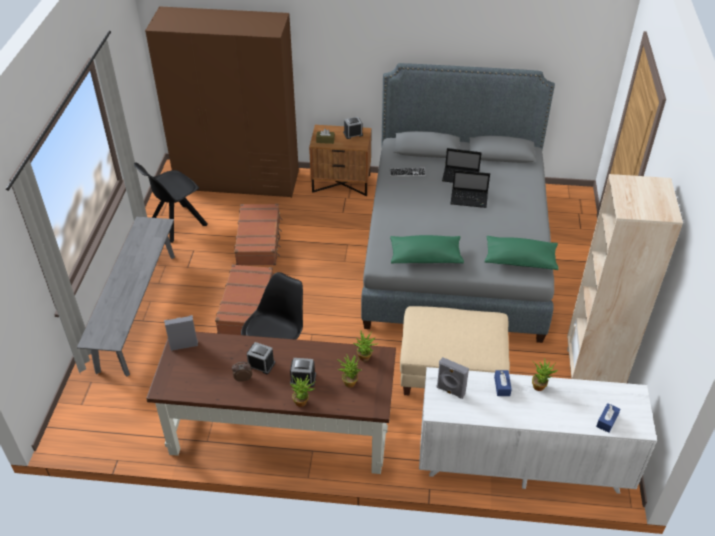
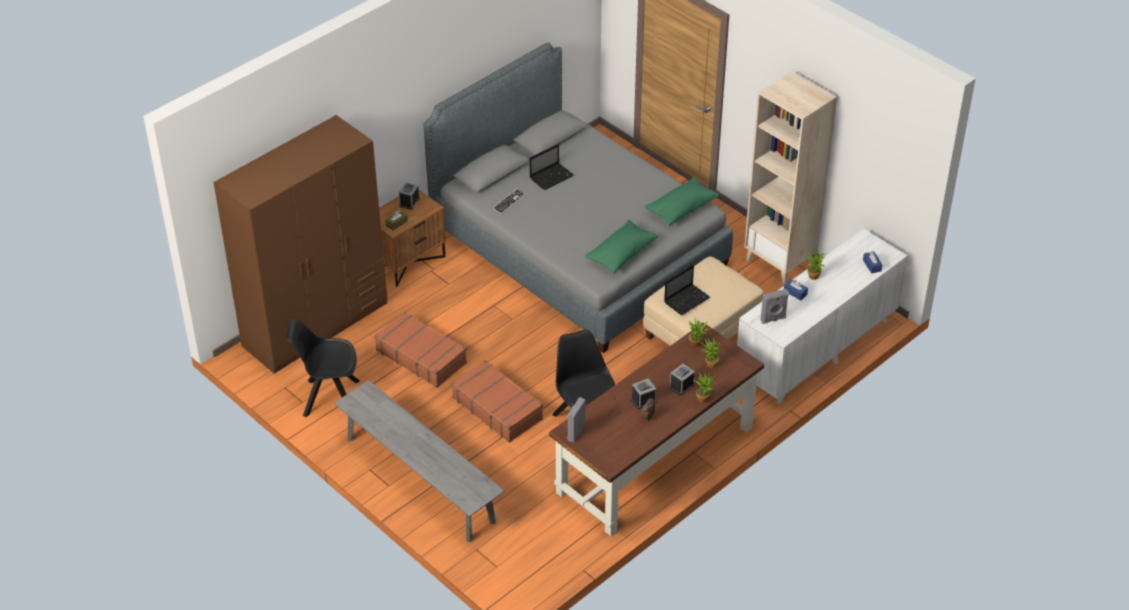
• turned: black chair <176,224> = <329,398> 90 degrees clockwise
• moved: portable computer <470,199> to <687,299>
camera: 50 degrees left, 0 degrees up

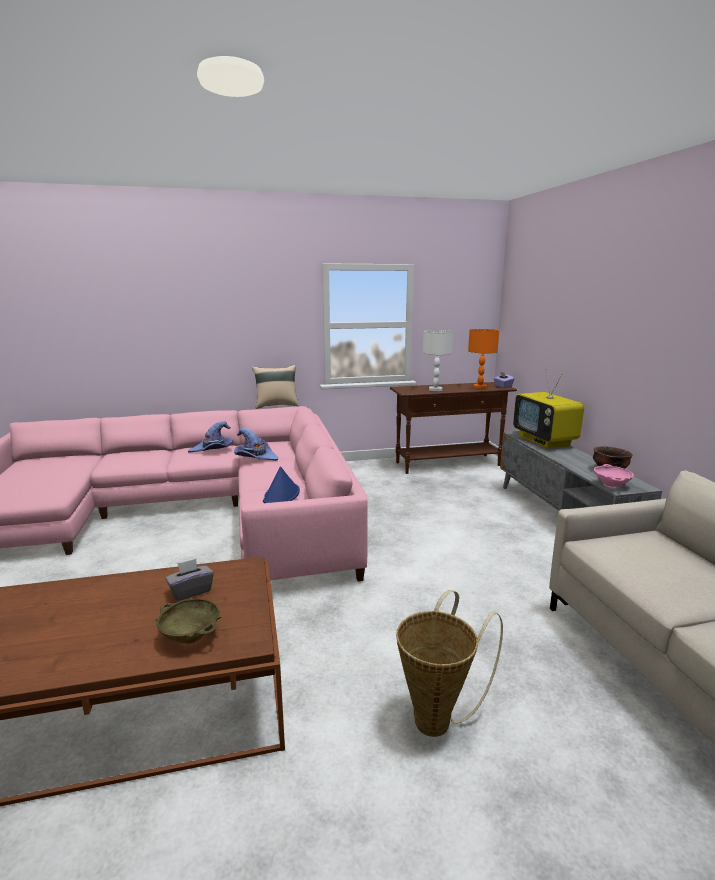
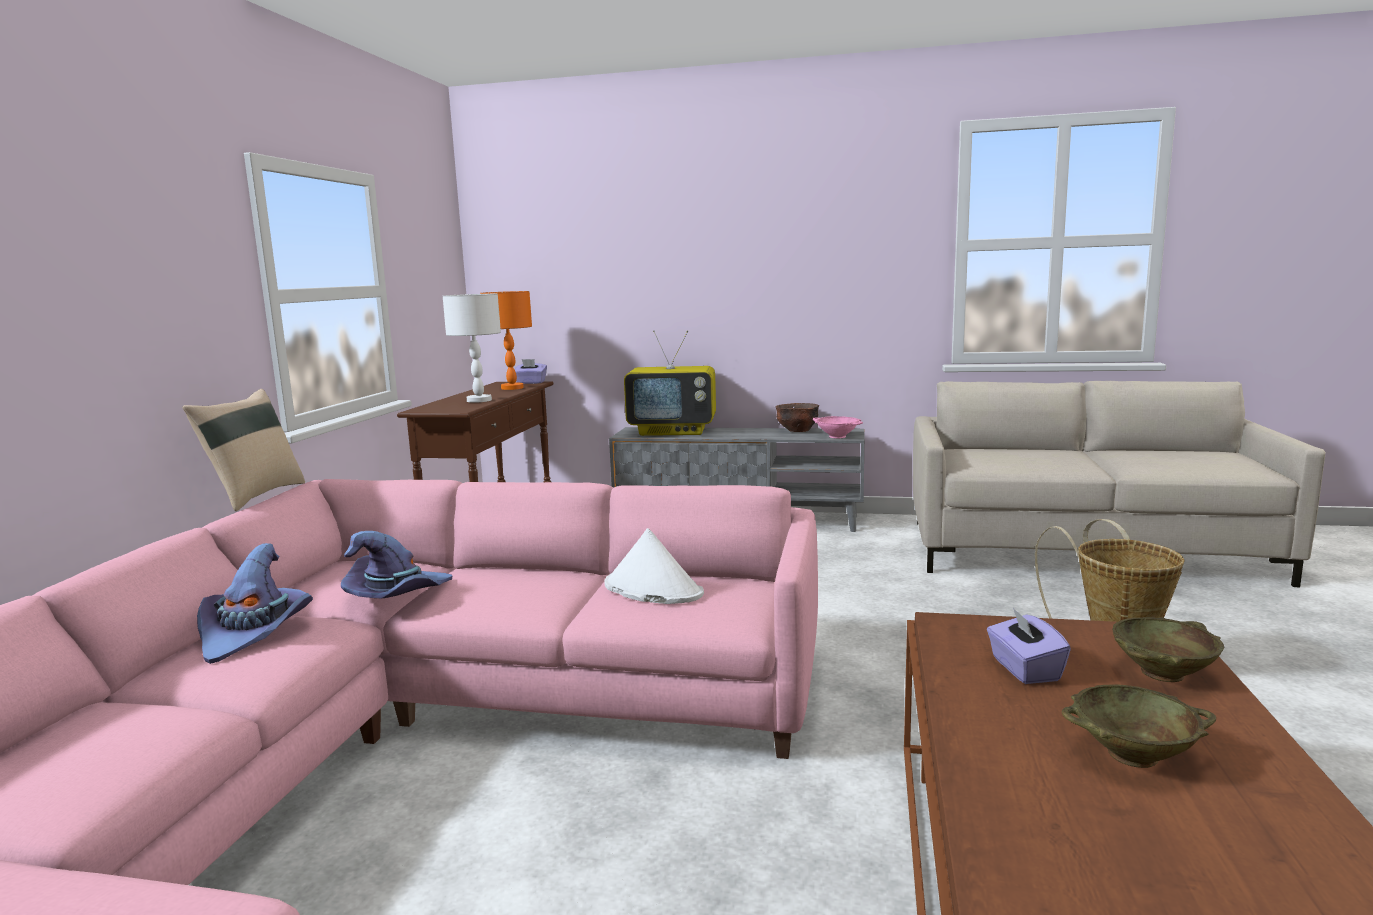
• recoloured: blue hat <281,496> to white-coloured hat <652,589>
• recoloured: grey tissue holder <191,591> to purple-coloured tissue holder <1024,669>
• added: sand-coloured deep dish <1133,755>
camera: 65 degrees left, 5 degrees down

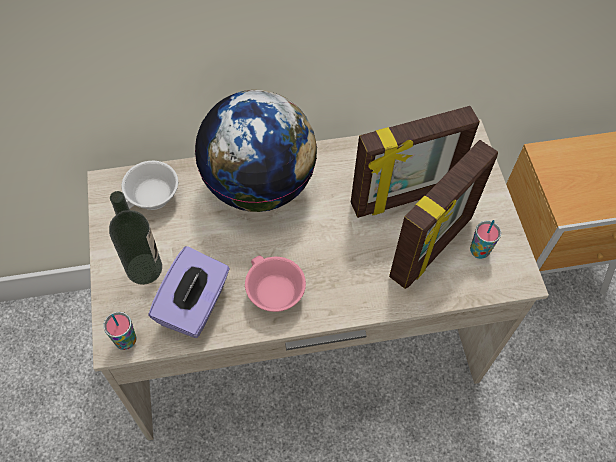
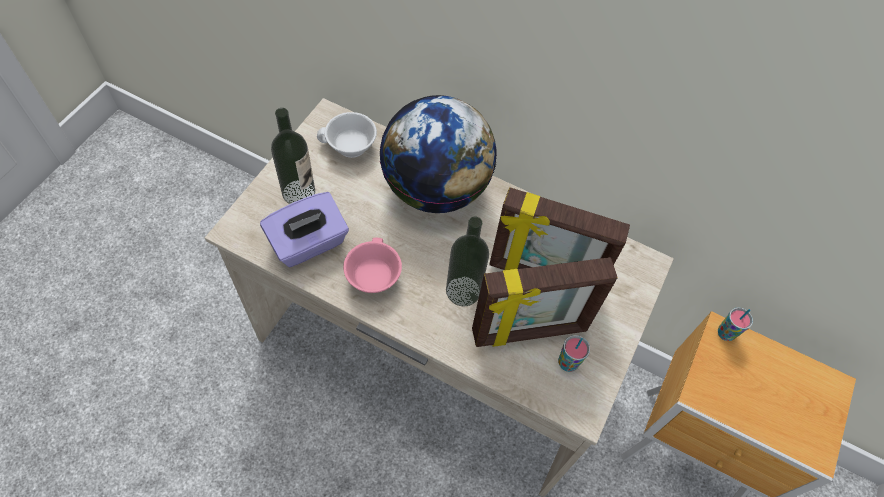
• moved: drinking cup <126,341> to <725,333>
• added: drink bottle <463,291>
camera: 35 degrees right, 0 degrees up

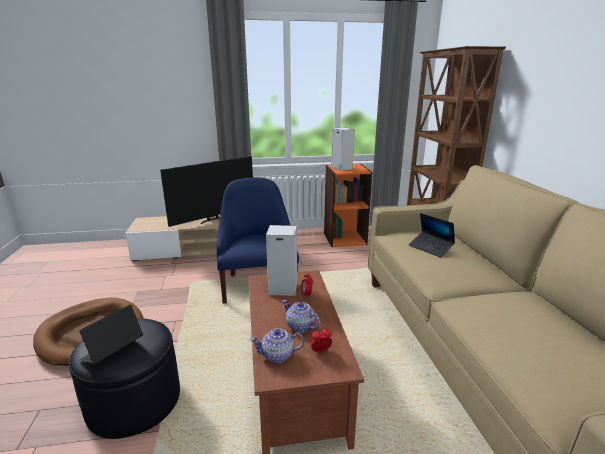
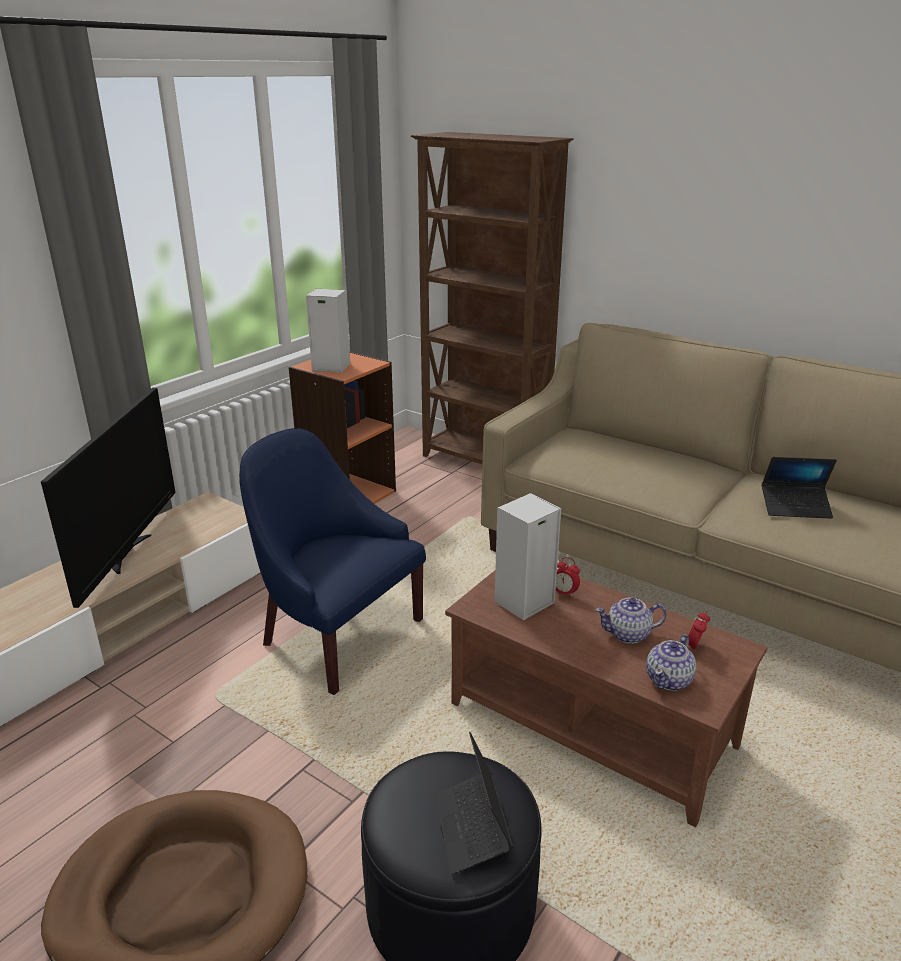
• moved: portable computer <430,248> to <795,507>
camera: 45 degrees left, 5 degrees up

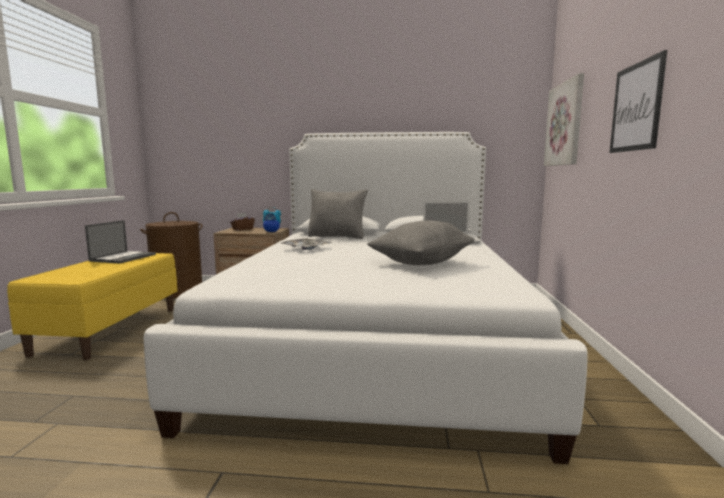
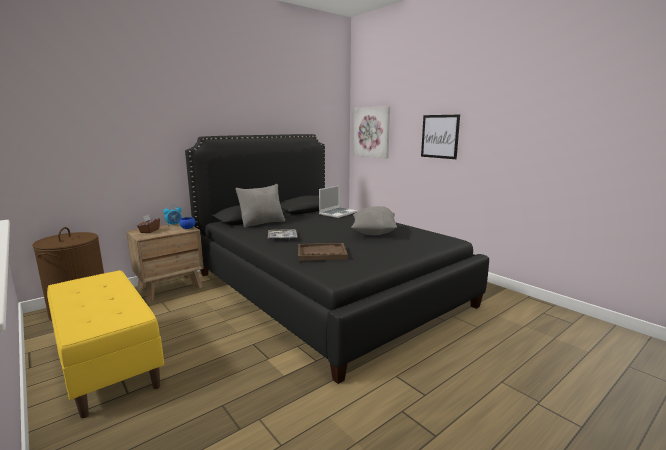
• recoloured: white-coloured sleeping bed <374,339> to black sleeping bed <325,289>
• removed: portable computer <123,257>
• added: brownish serving tray <321,253>
camera: 45 degrees left, 5 degrees up

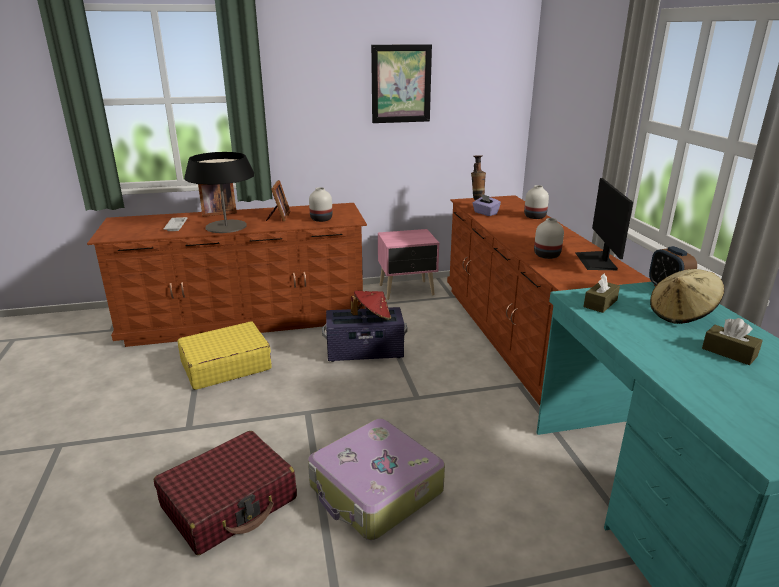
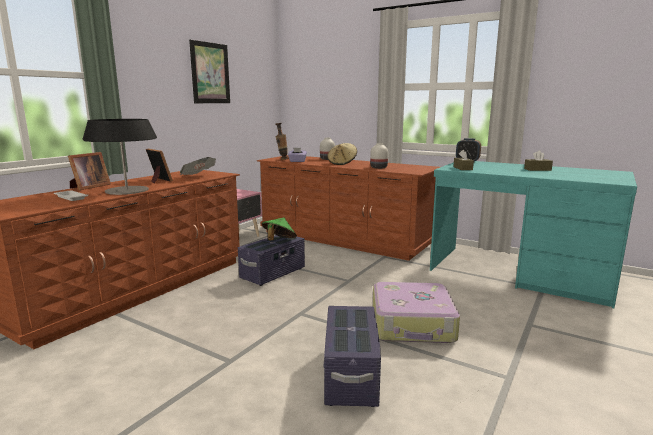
• removed: computer screen <597,261>
• replaced: white-coloured vase <321,219> to newspaper <198,176>
• moved: sand-coloured hat <681,314> to <342,163>
• recoloured: reddish hat <372,318> to greenish hat <279,241>
• removed: yellow piece of luggage <225,366>
• replaced: reddish piece of luggage <230,503> to purple-coloured storage container <351,375>
camera: 45 degrees left, 10 degrees down

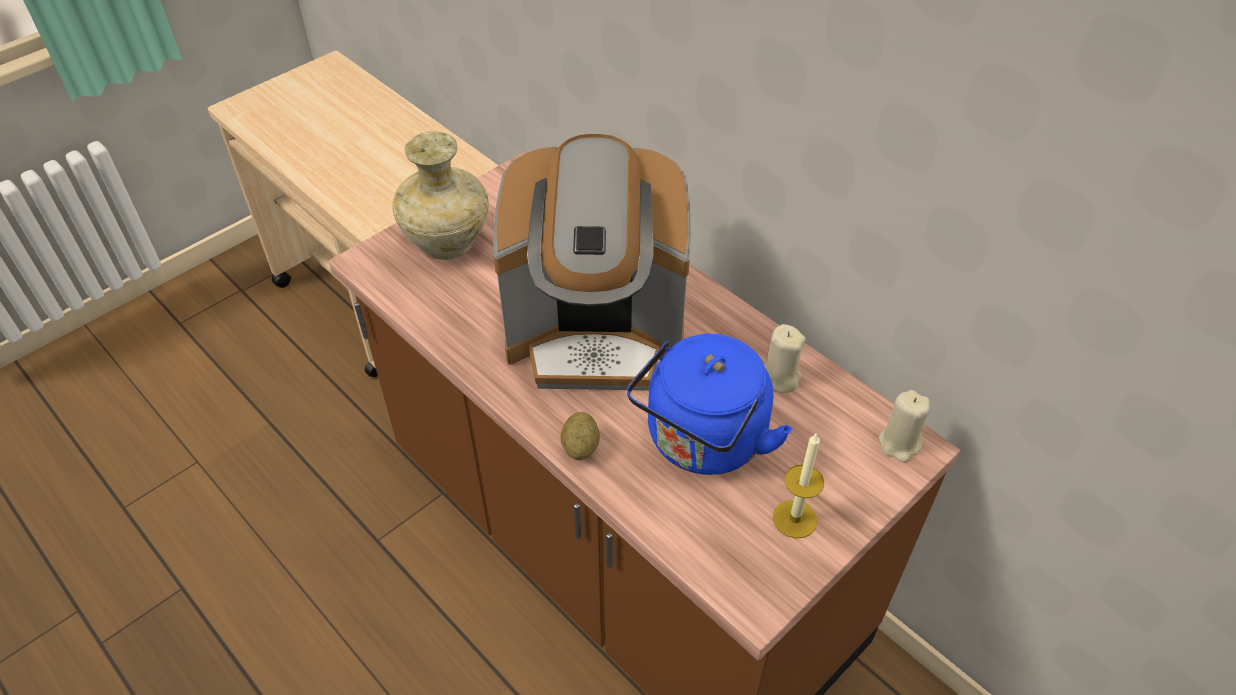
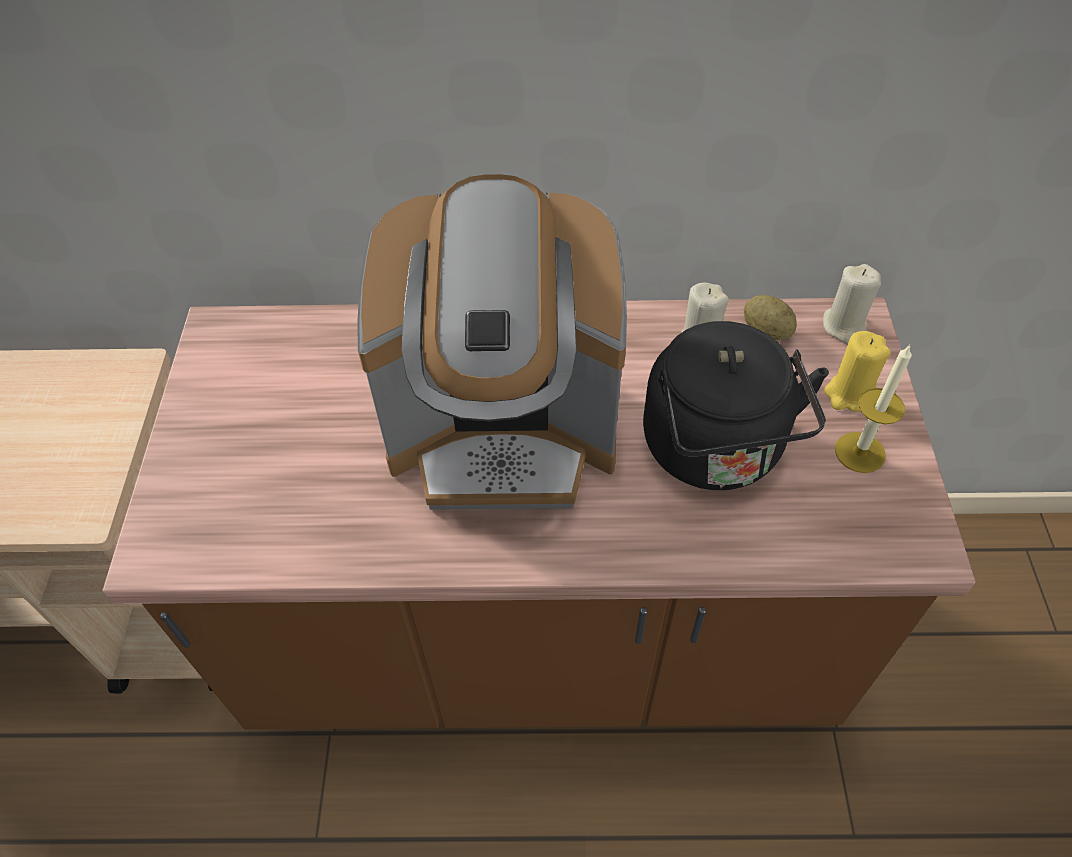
• removed: sand-coloured vase <446,243>
• turned: coffee brewer <596,335> = <504,433> 45 degrees clockwise
• recoloured: blue tea kettle <702,443> to black tea kettle <716,452>
• moved: potato <580,447> to <766,331>
• added: yellow wax light <849,394>
camera: 45 degrees left, 5 degrees up

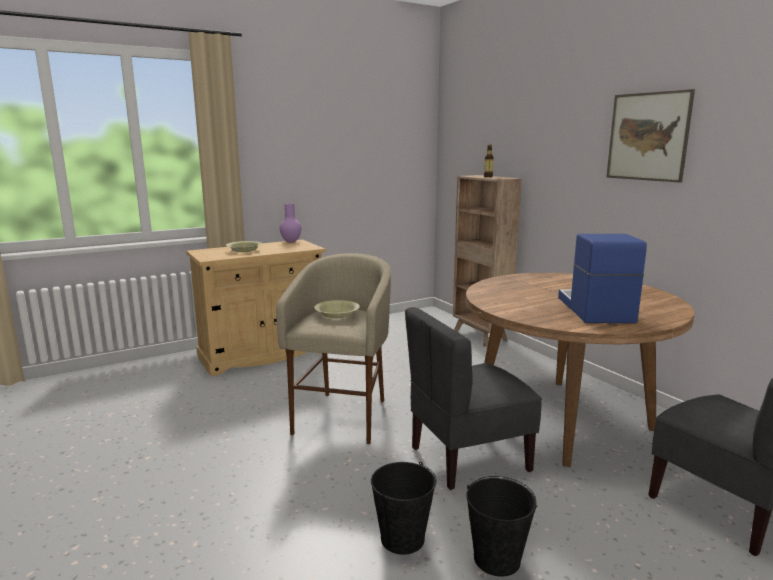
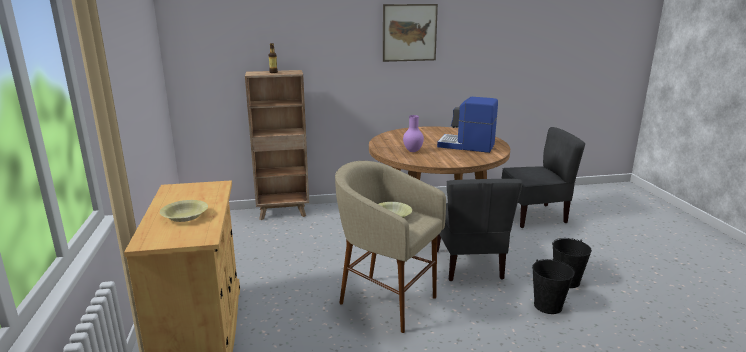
• moved: purple-coloured vase <291,242> to <412,151>
camera: 70 degrees left, 5 degrees up

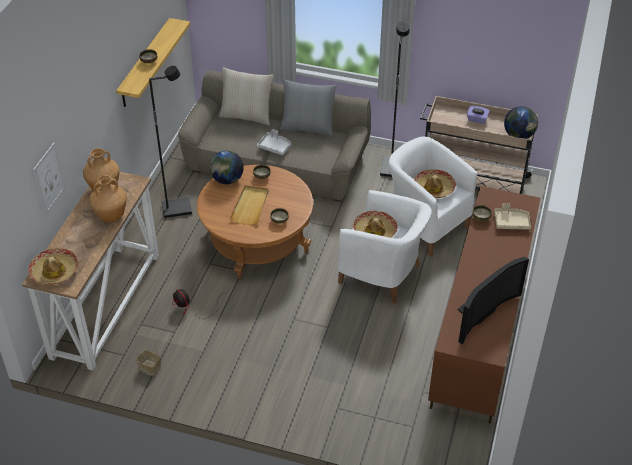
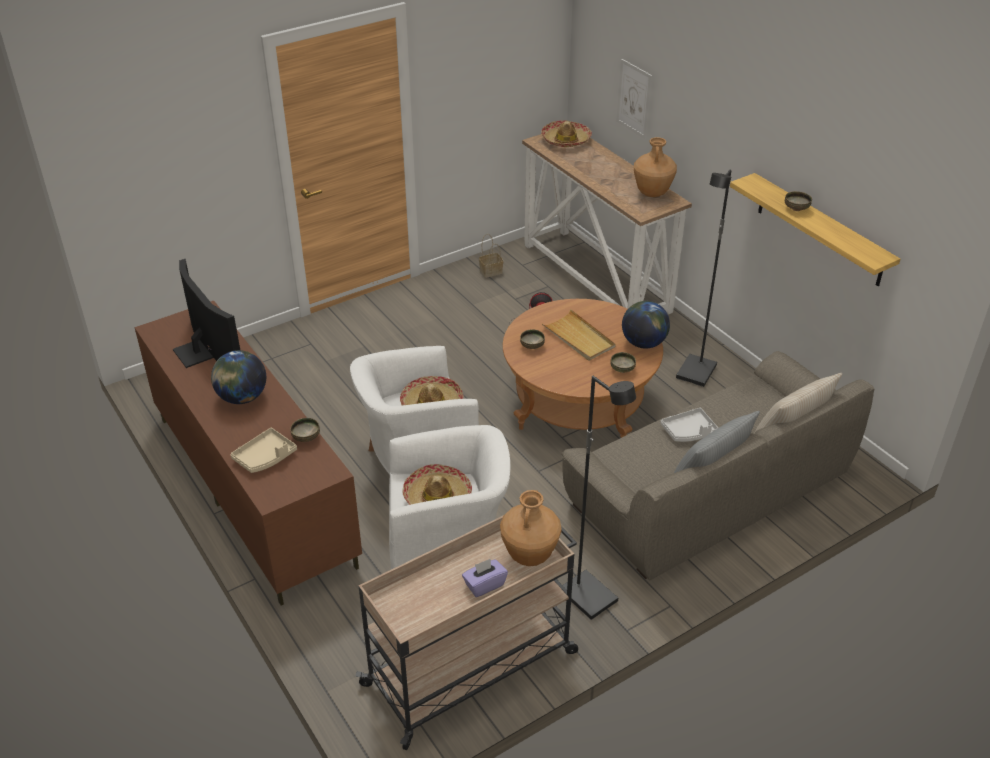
• moved: world globe <519,136> to <242,397>
• moved: brownish vase <111,216> to <529,556>
• turned: television <480,313> = <202,351> 150 degrees clockwise
camera: 130 degrees right, 5 degrees down

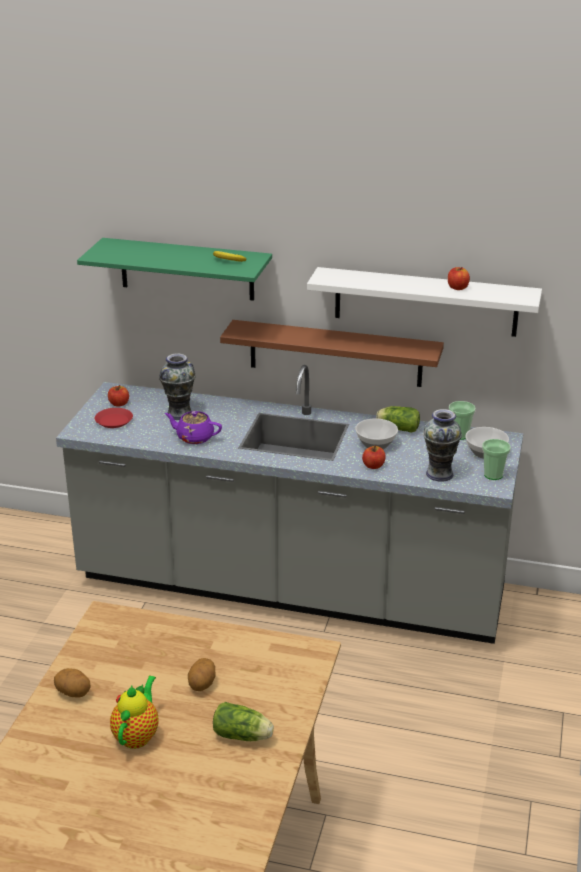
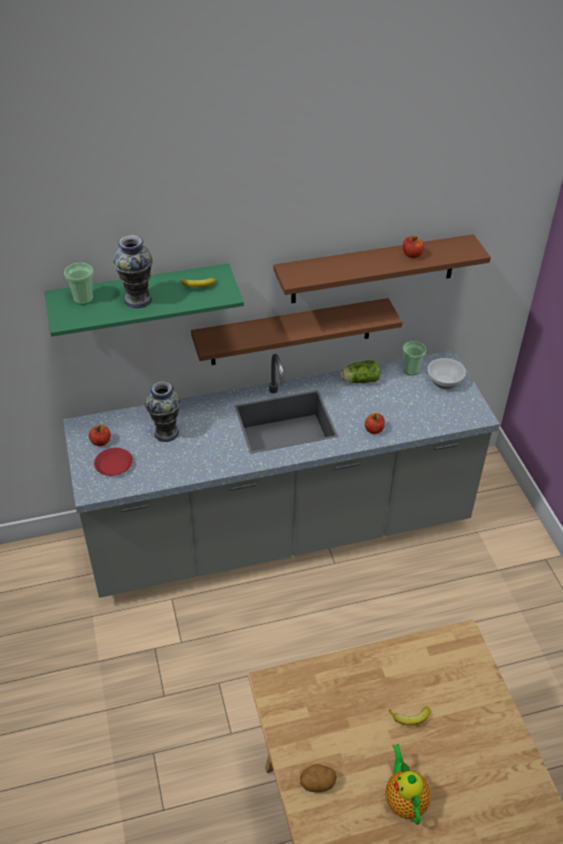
• recoloured: white-coloured bracket shelf <425,302> to brownish bracket shelf <373,269>
• moved: vase <440,474> to <138,299>
• removed: purple-coloured teapot <194,437>
• removed: deep dish <375,444>
• moved: drinking cup <493,475> to <83,299>
• replaced: potato <202,684> to banana fruit <410,718>
• removed: lettuce <244,736>
camera: 30 degrees left, 15 degrees up

